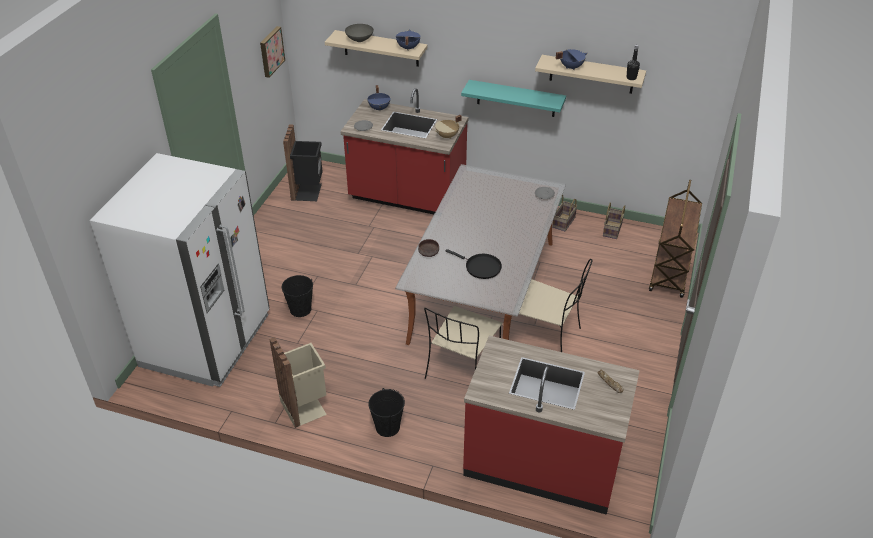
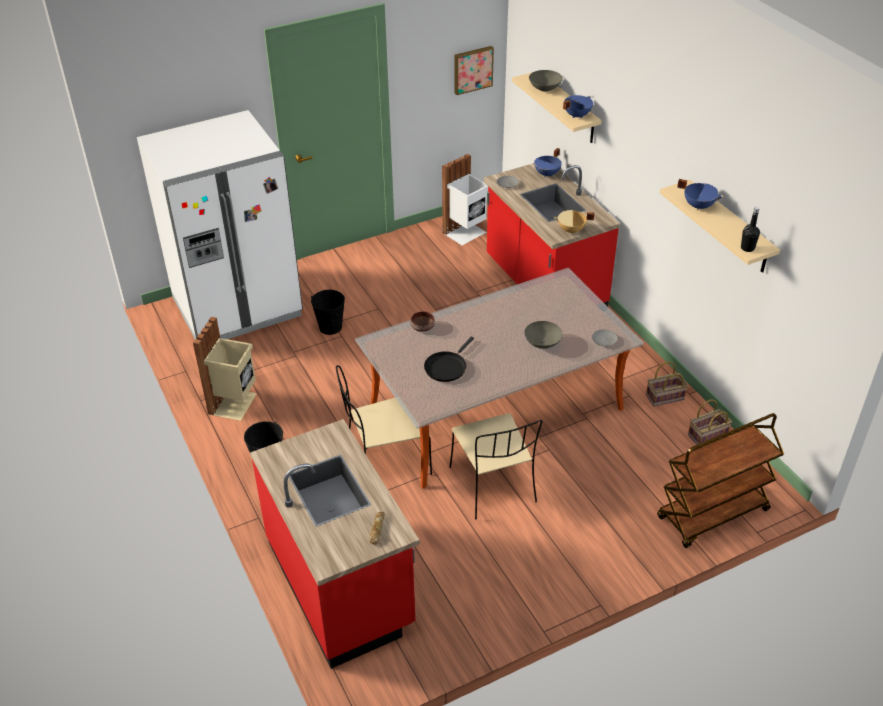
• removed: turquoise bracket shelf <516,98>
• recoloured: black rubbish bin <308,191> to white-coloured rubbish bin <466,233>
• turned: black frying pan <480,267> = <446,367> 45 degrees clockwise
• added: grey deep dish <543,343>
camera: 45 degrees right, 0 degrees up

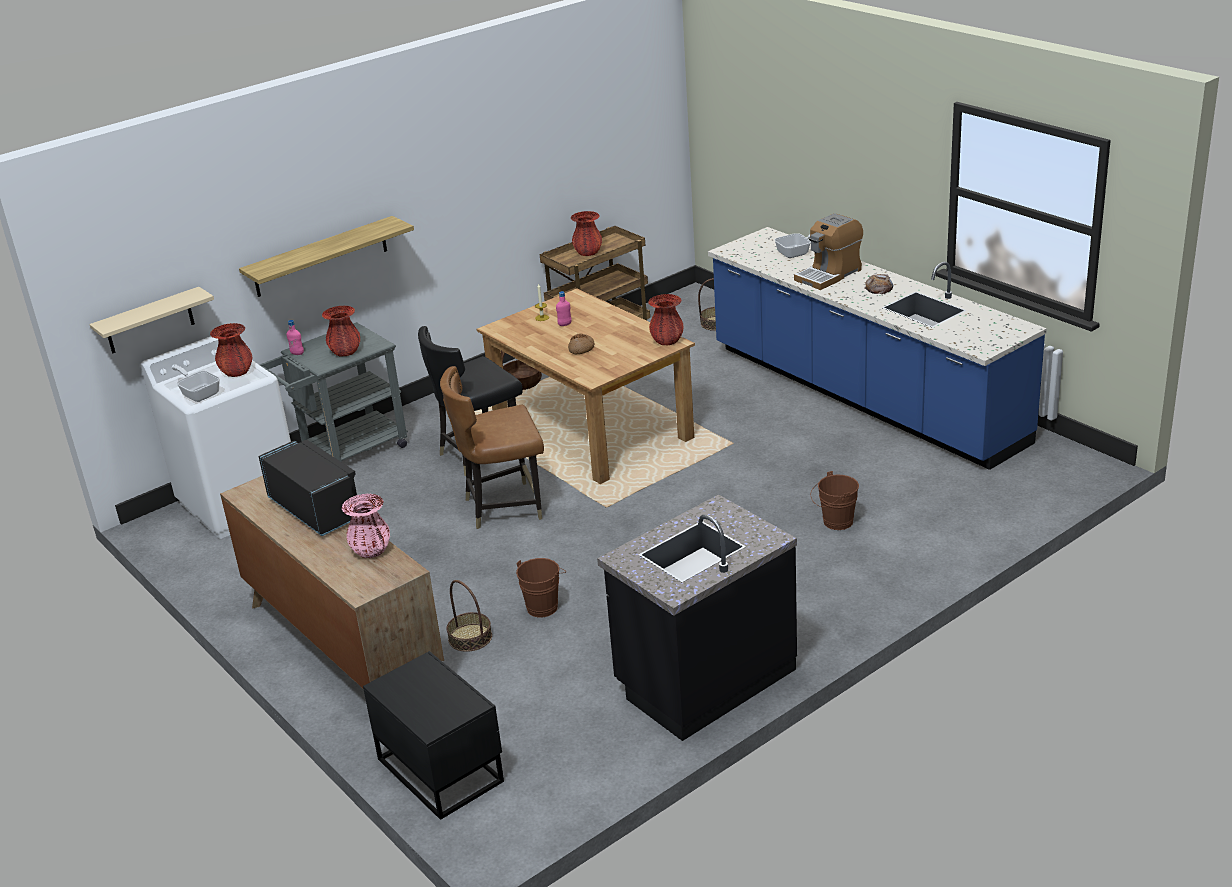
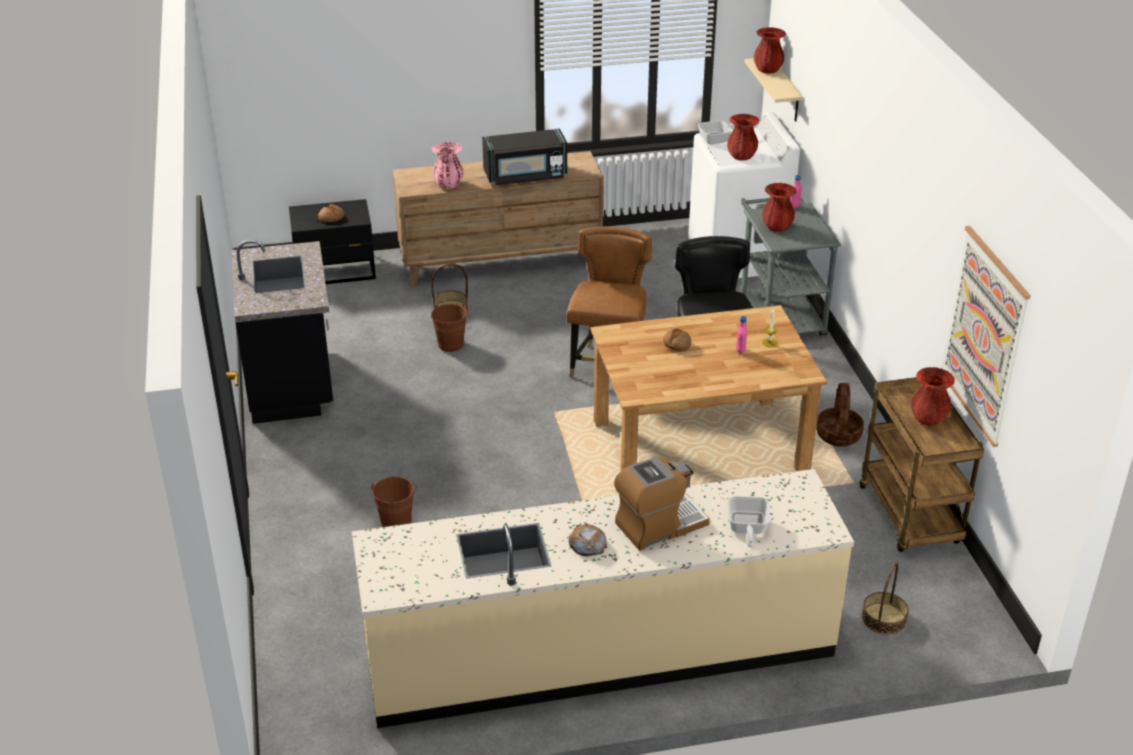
• turned: coffee brewer <829,275> = <659,525> 75 degrees clockwise
• removed: bracket shelf <320,257>
• recoloured: blue kitchen base unit <863,395> to sand-coloured kitchen base unit <599,652>
• moved: reddish vase <667,341> to <768,70>
• added: bakery bread <331,218>
• added: picture <983,336>
camera: 115 degrees right, 5 degrees up

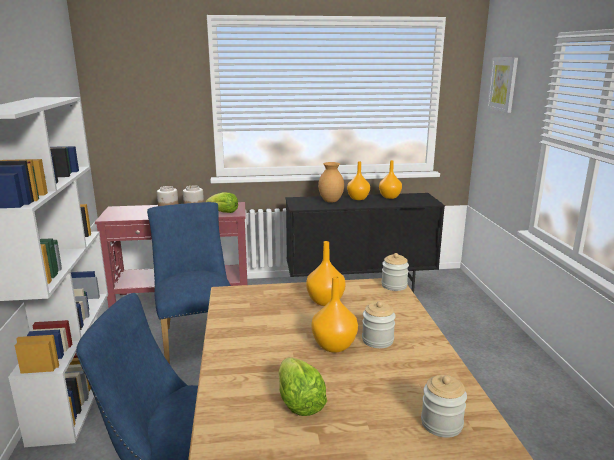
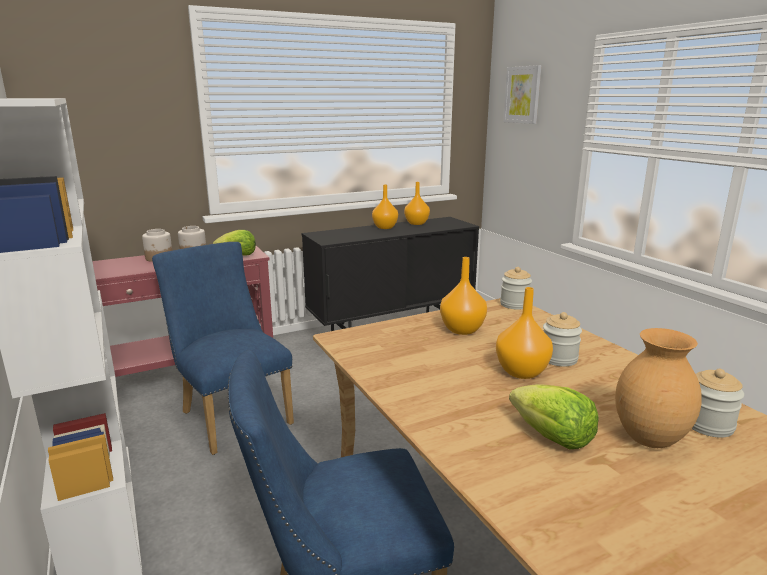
• moved: brownish vase <330,201> to <650,440>
camera: 20 degrees left, 0 degrees up

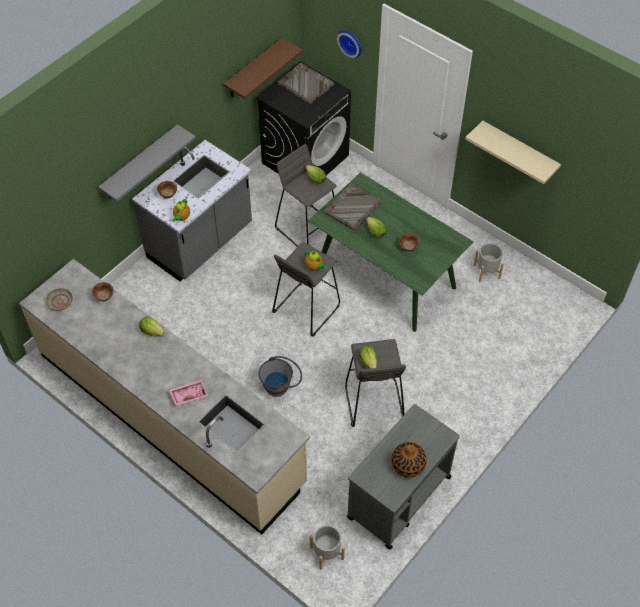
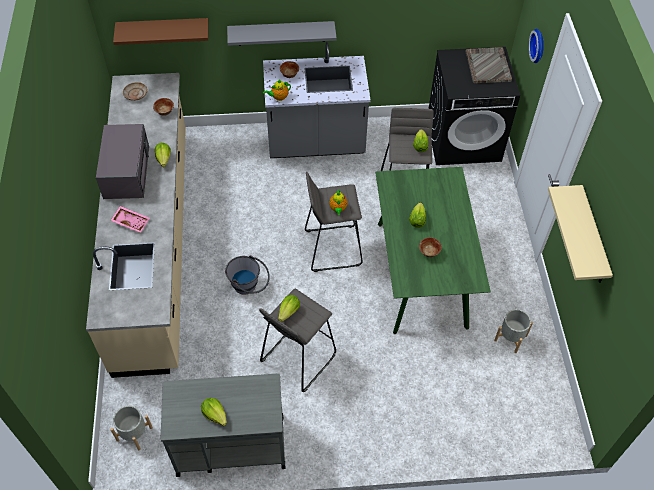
• moved: brownish bracket shelf <253,69> to <163,30>
• removed: grey serving tray <352,208>
• replaced: vase <407,465> to lettuce <215,414>
• added: grey microwave <126,171>
camera: 45 degrees right, 0 degrees up

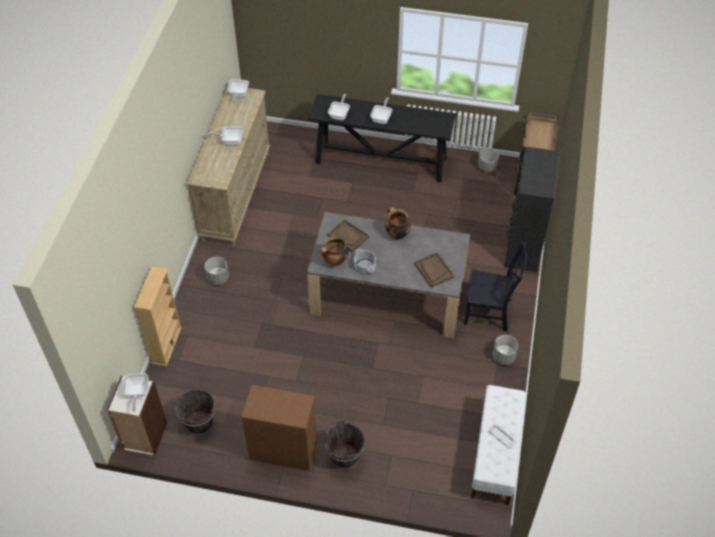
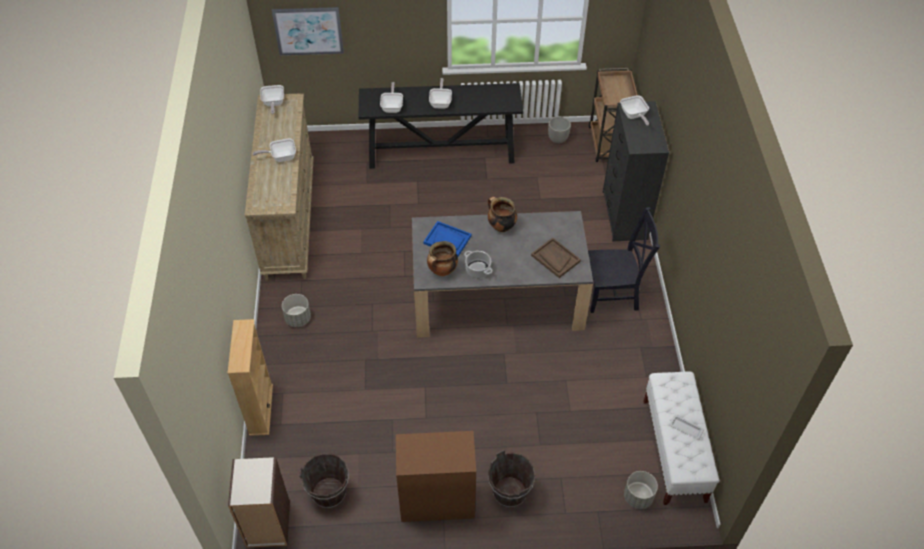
• recoloured: brownish serving tray <348,236> to blue serving tray <447,240>
• moved: grey planter <503,356> to <638,496>
• moved: frying pan <137,393> to <634,116>
• added: picture <308,31>
camera: 15 degrees left, 0 degrees up

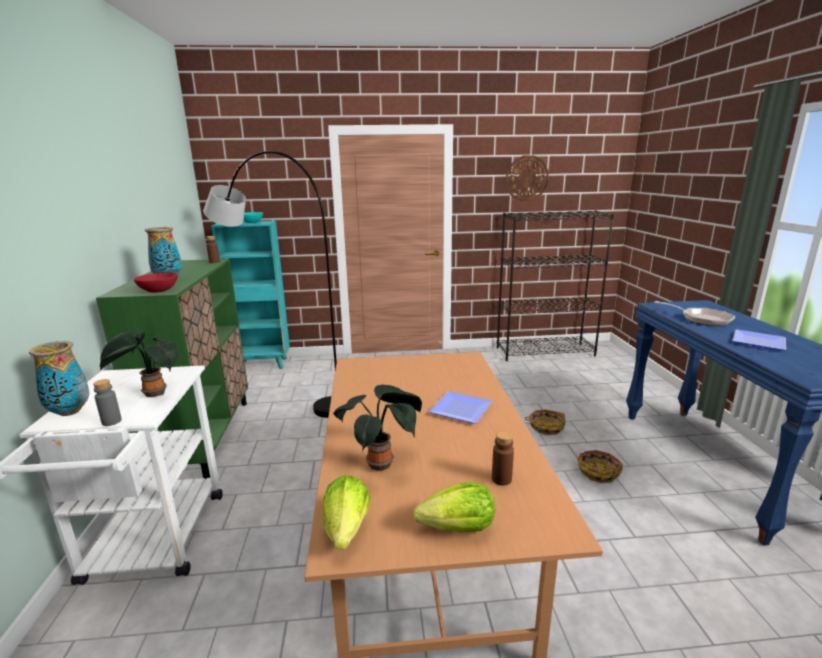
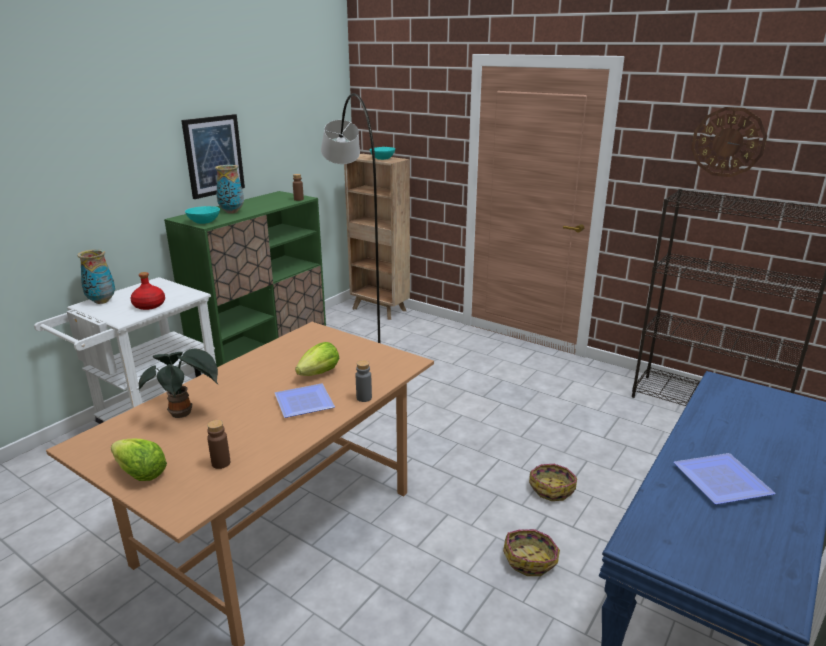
• recoloured: turquoise bookshelf <263,364> to brownish bookshelf <380,310>
• recoloured: reddish deep dish <159,290> to turquoise deep dish <204,222>
• removed: frying pan <701,319>
• replaced: houseplant <152,394> to reddish drink bottle <149,305>
• moved: grey drink bottle <111,421> to <364,398>
• moved: lettuce <347,529> to <319,373>
• added: picture <213,155>
camera: 40 degrees right, 5 degrees up

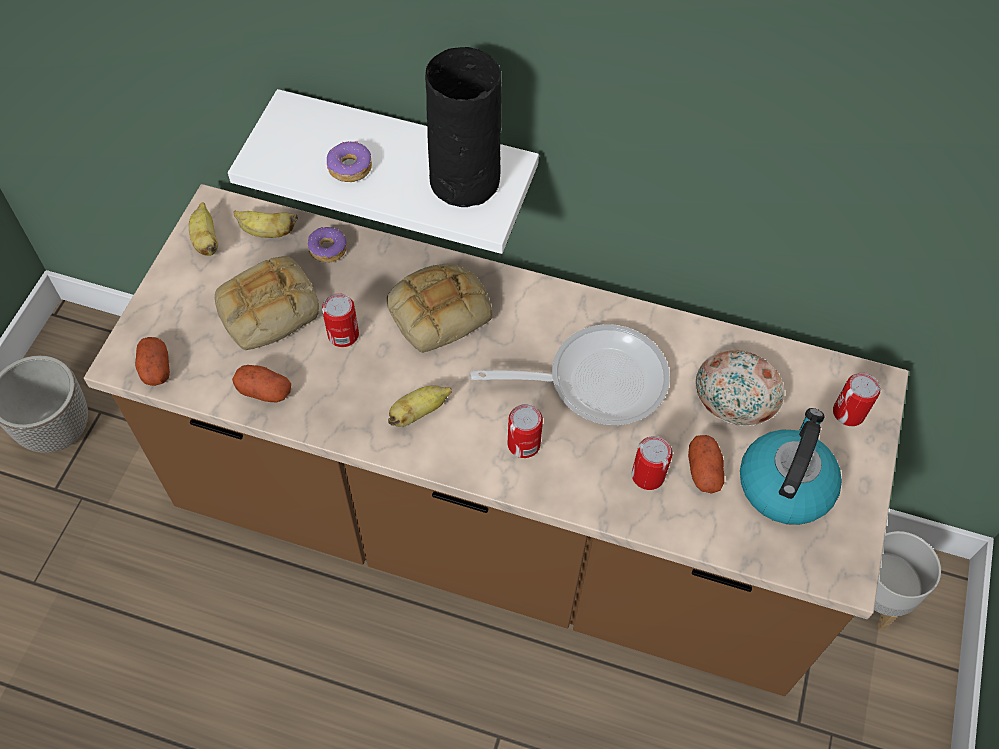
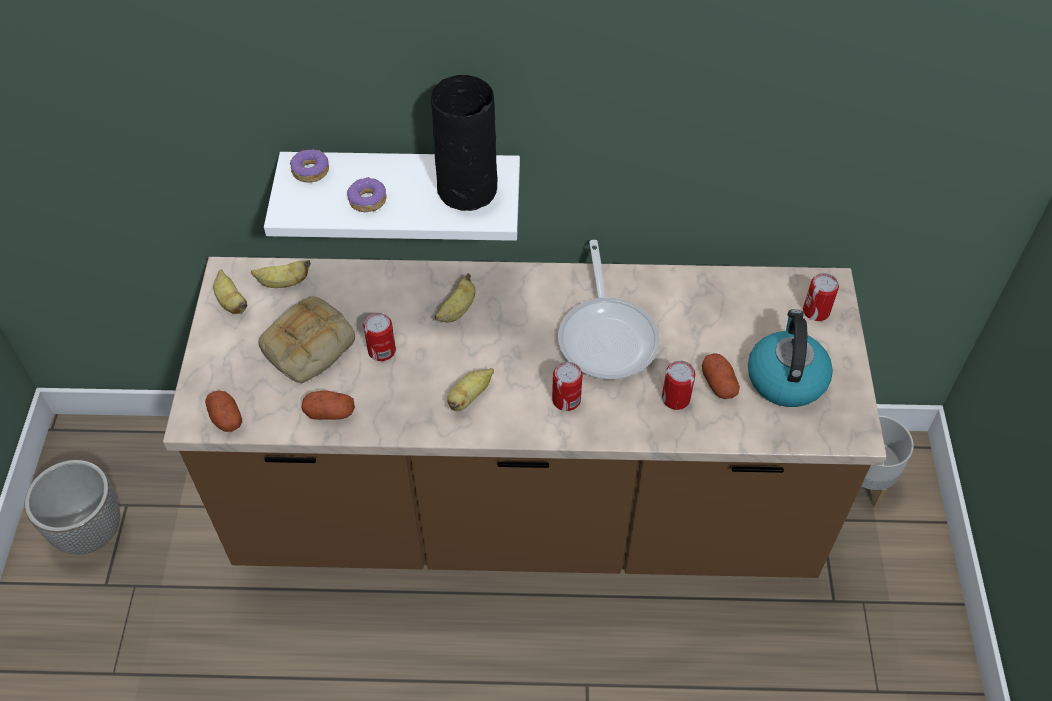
• moved: doughnut <327,249> to <310,171>
• replaced: bakery bread <440,309> to banana fruit <457,311>
• turned: frying pan <596,380> = <607,335> 105 degrees clockwise
• removed: plate <736,398>
camera: 15 degrees left, 5 degrees down

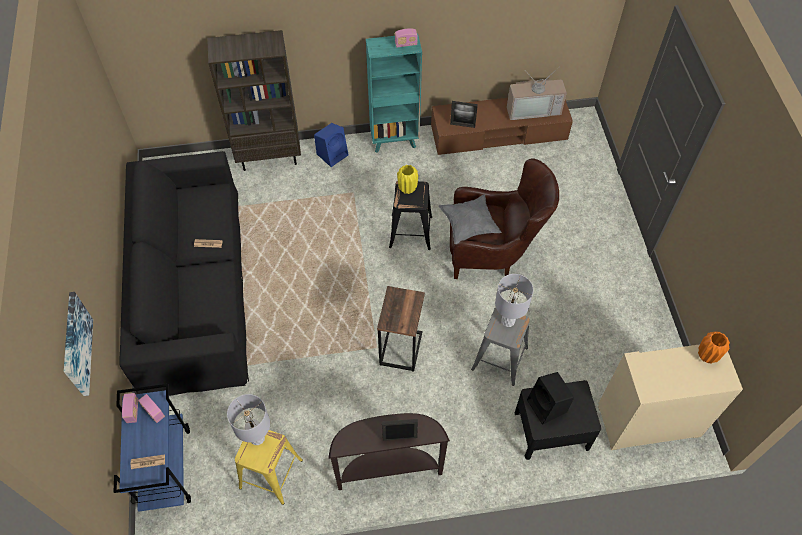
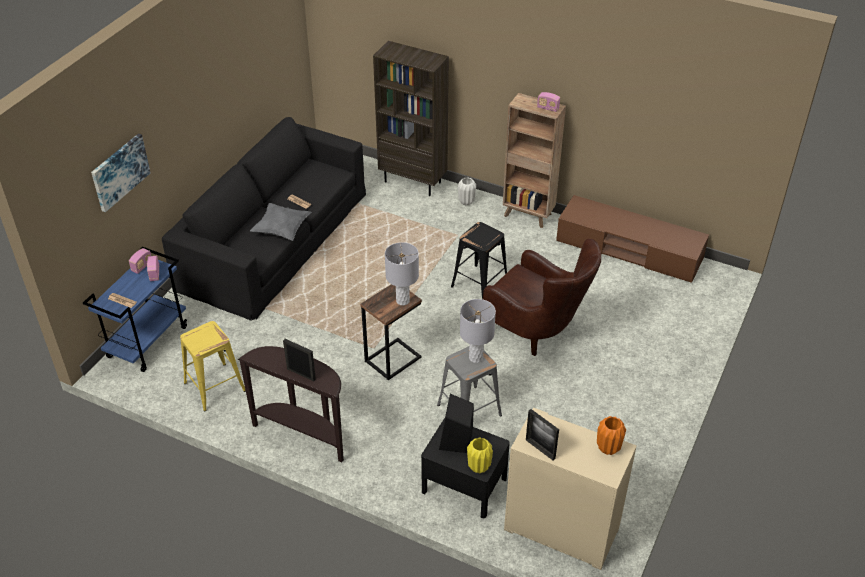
• recoloured: turquoise bookshelf <395,141> to brownish bookshelf <528,215>
• removed: television <533,108>
• moved: photo frame <462,125> to <540,449>
• replaced: blue audio speaker <333,154> to white-coloured vase <466,201>
• moved: yellow vase <407,188> to <478,467>
• moved: grey cushion <469,225> to <281,230>
• moved: grey lamp for a table <257,438> to <402,300>
camera: 35 degrees right, 15 degrees down

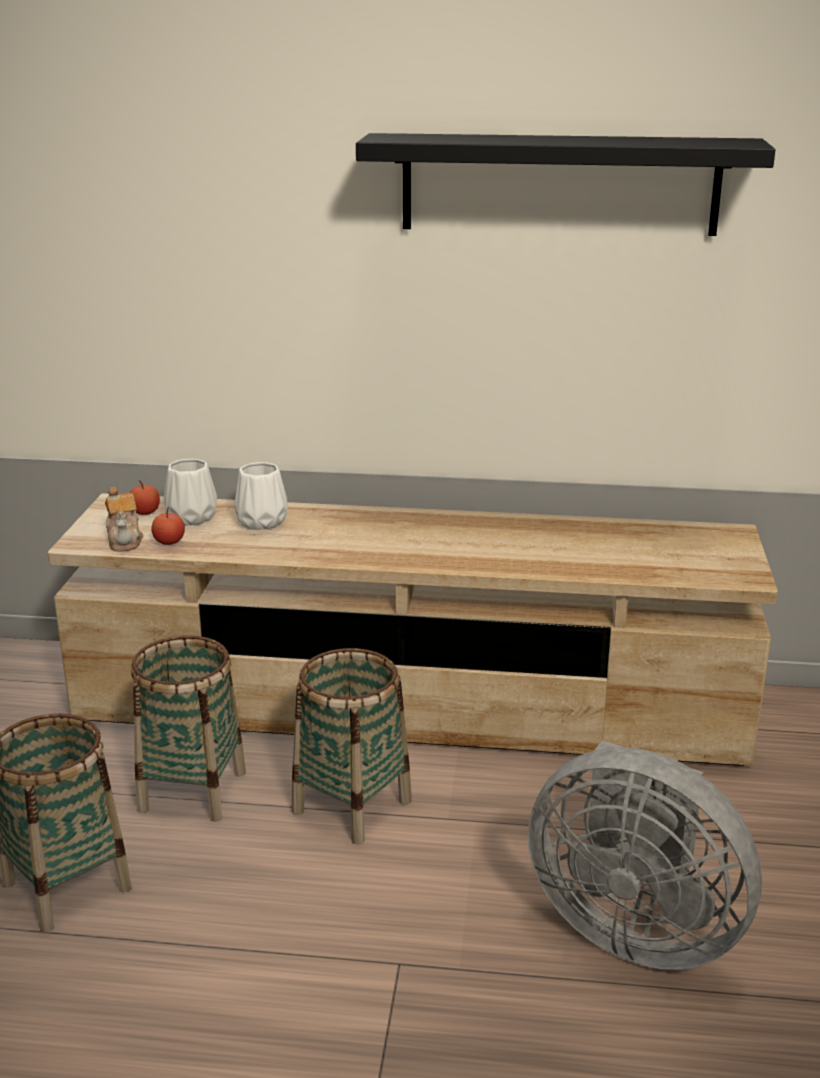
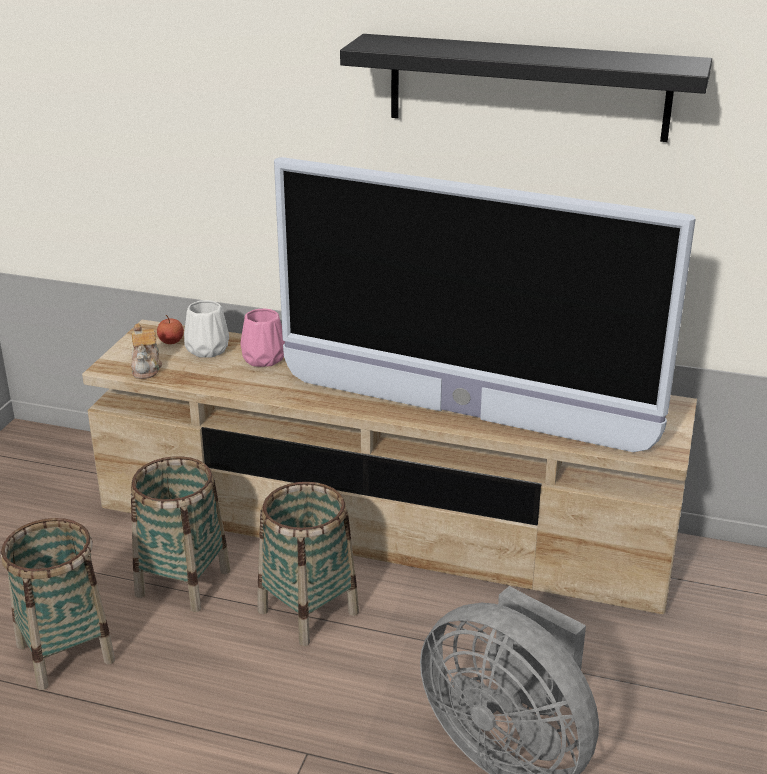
• recoloured: white-coloured vase <262,522> to pink-coloured vase <264,359>
• removed: apple fruit <169,542>
• added: television <462,414>
camera: 10 degrees right, 5 degrees up

